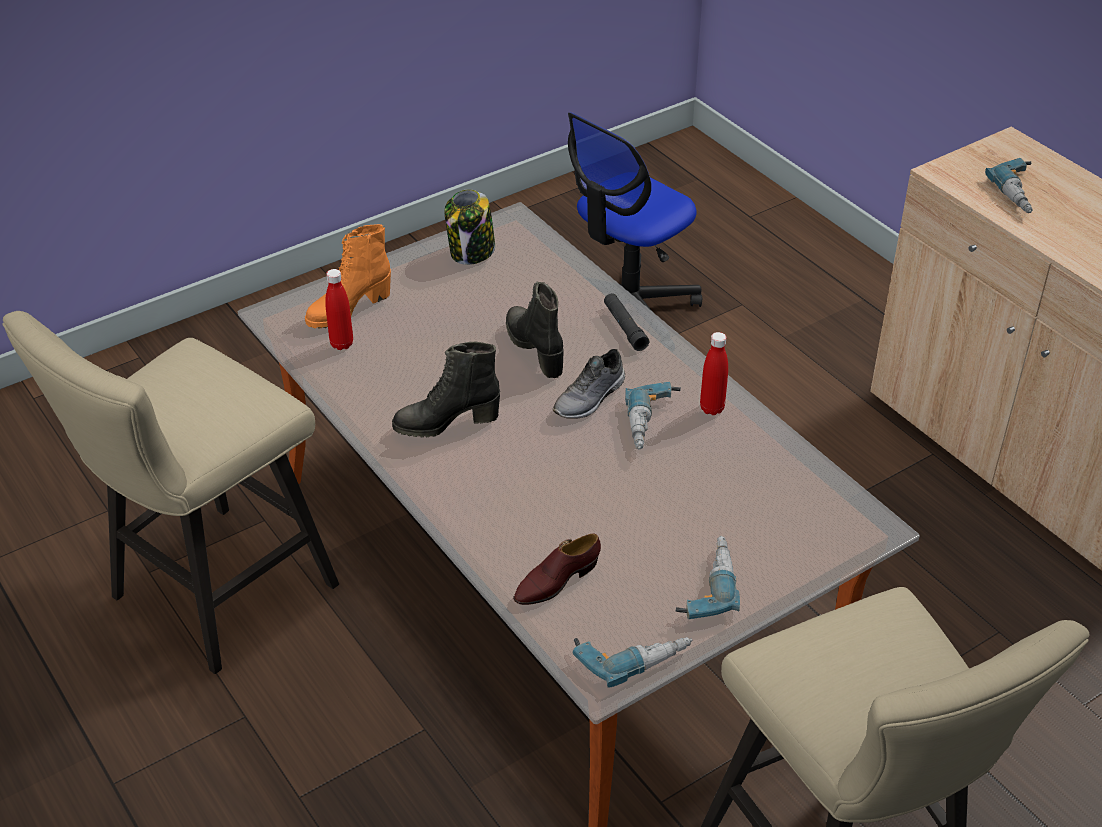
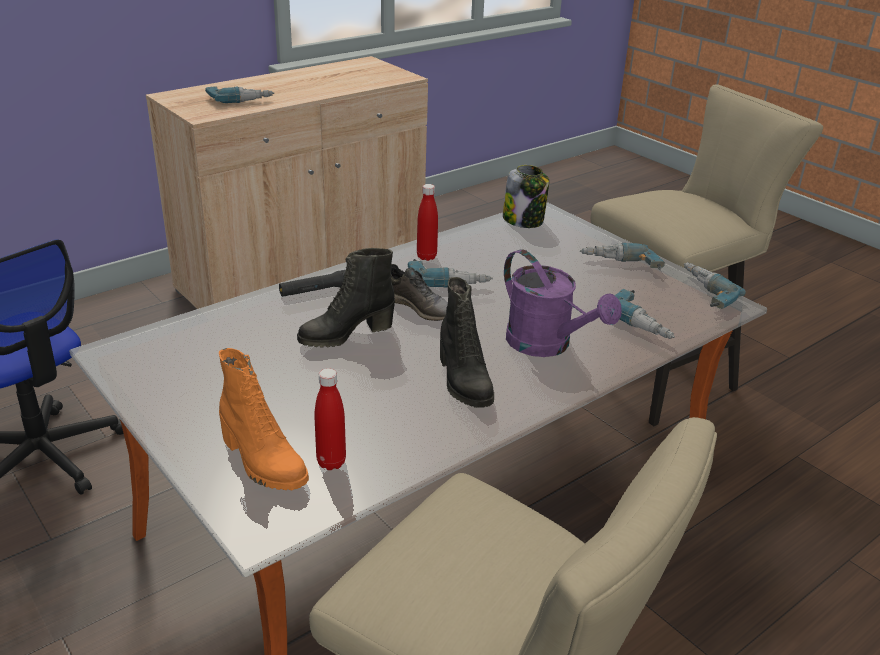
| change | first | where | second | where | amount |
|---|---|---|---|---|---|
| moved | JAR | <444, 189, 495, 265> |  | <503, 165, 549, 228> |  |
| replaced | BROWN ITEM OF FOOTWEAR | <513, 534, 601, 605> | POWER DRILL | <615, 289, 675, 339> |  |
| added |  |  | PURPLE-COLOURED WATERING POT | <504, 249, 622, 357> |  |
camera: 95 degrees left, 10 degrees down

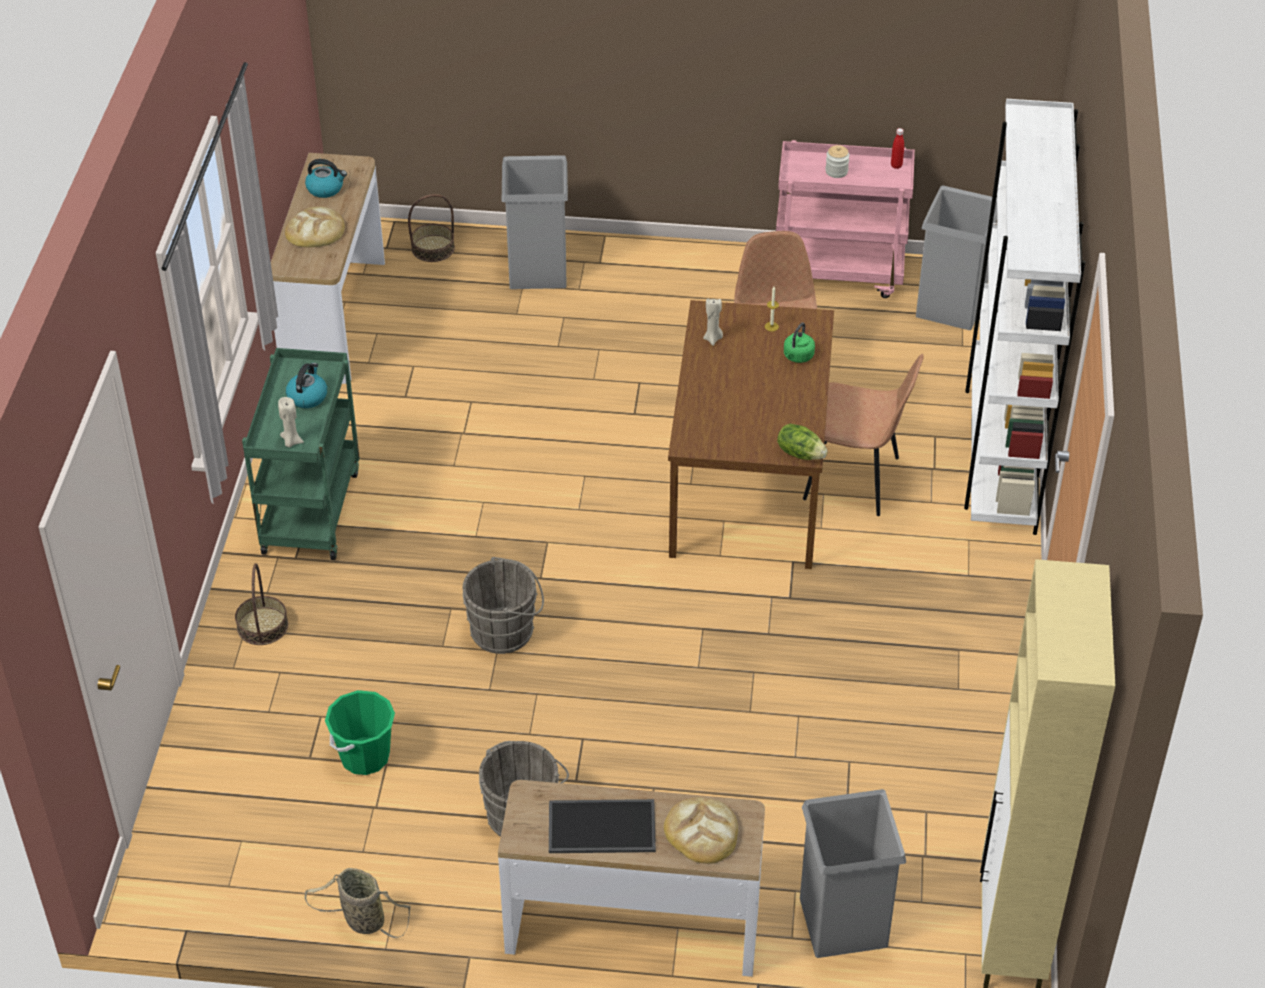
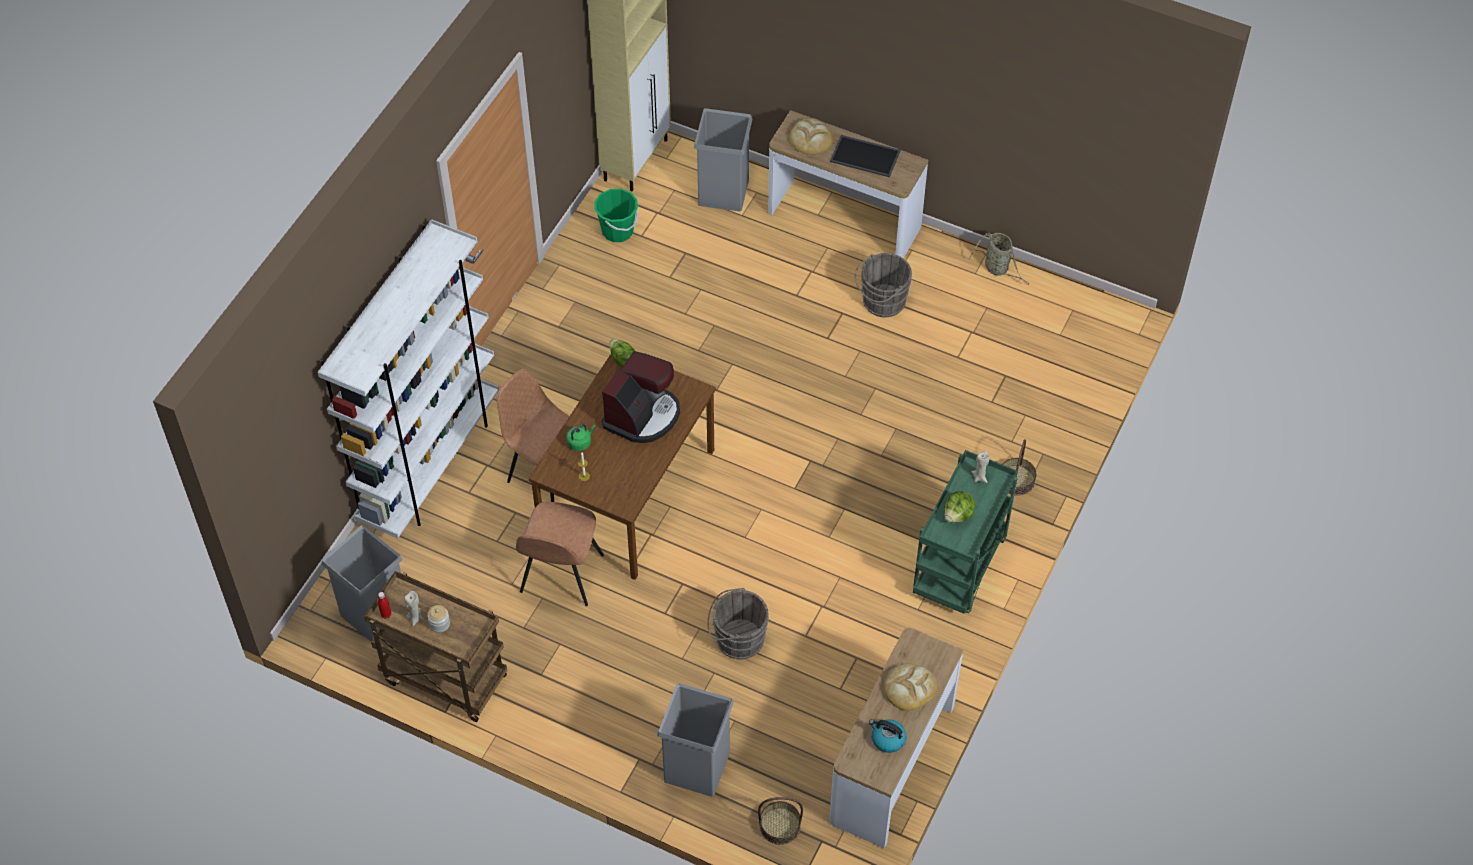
| change | first | where | second | where | amount |
|---|---|---|---|---|---|
| replaced | KETTLE | <286, 363, 327, 408> | LETTUCE | <944, 491, 975, 523> |  |
| moved | GREEN-COLOURED WATER BUCKET | <325, 690, 395, 775> |  | <594, 189, 639, 242> |  |
| moved | GRAY WATER BUCKET | <463, 557, 544, 654> |  | <707, 588, 769, 659> |  |
| moved | BEIGE-COLOURED CANDLE | <703, 299, 723, 346> |  | <405, 591, 423, 626> |  |
| recoloured | PINK-COLOURED TROLLEY | <776, 140, 915, 298> | BROWN TROLLEY | <364, 571, 507, 722> |  |
| added |  |  | COFFEE BREWER | <602, 351, 680, 443> |  |
camera: 160 degrees left, 10 degrees up

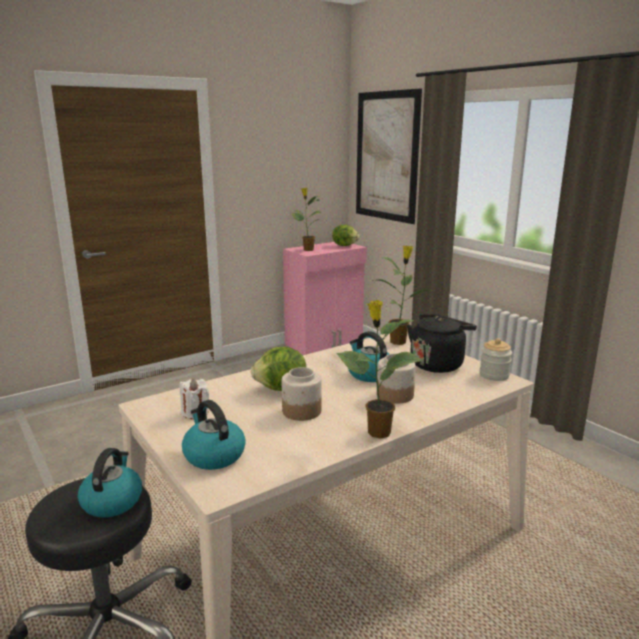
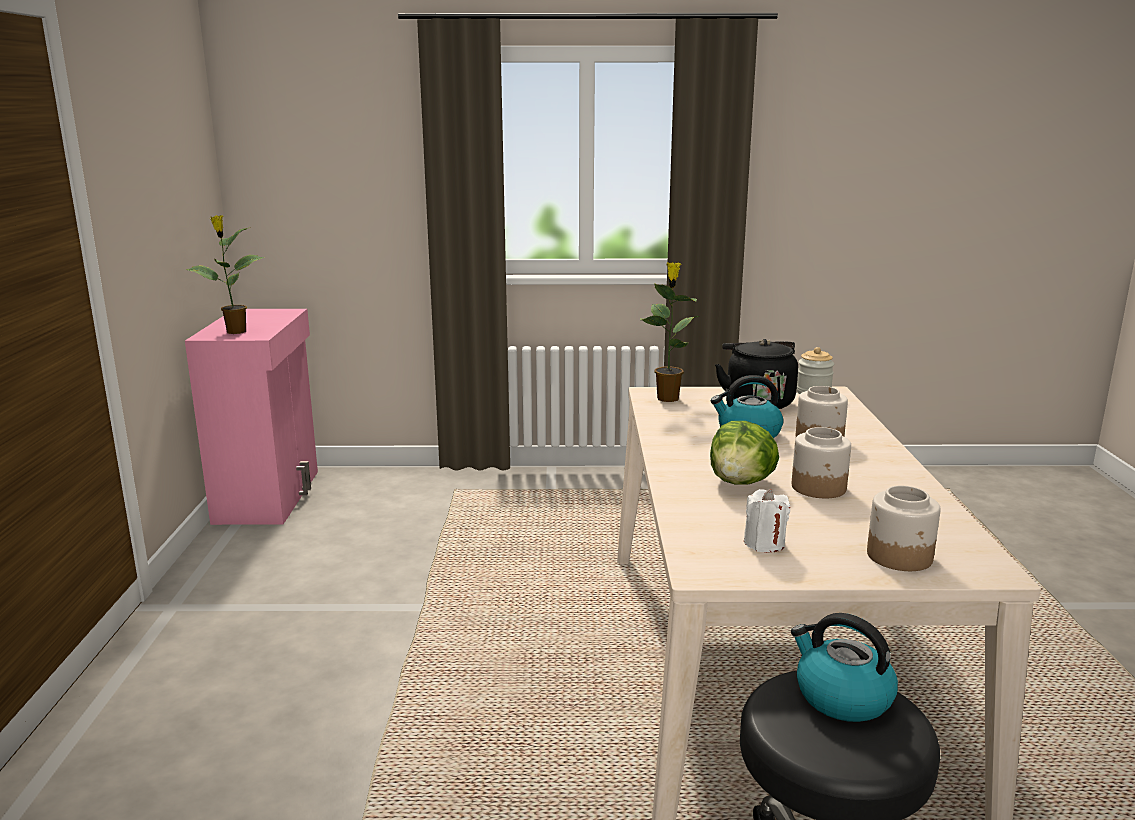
| change | first | where | second | where | amount |
|---|---|---|---|---|---|
| replaced | KETTLE | <182, 400, 246, 470> | JAR | <867, 486, 941, 571> |  |
| removed | LETTUCE | <332, 225, 360, 246> |  |  |  |
| removed | HOUSEPLANT | <336, 300, 423, 439> |  |  |  |
| removed | PICTURE | <356, 88, 422, 224> |  |  |  |
camera: 55 degrees left, 0 degrees up

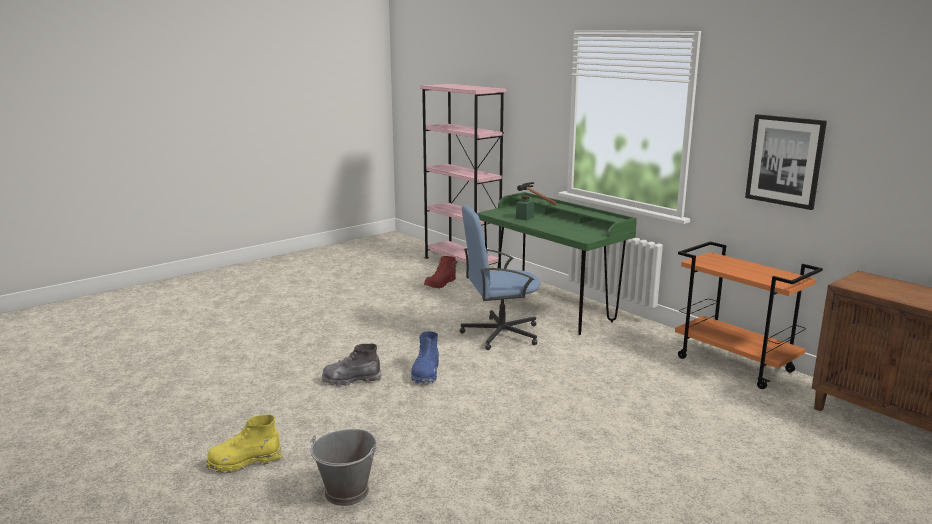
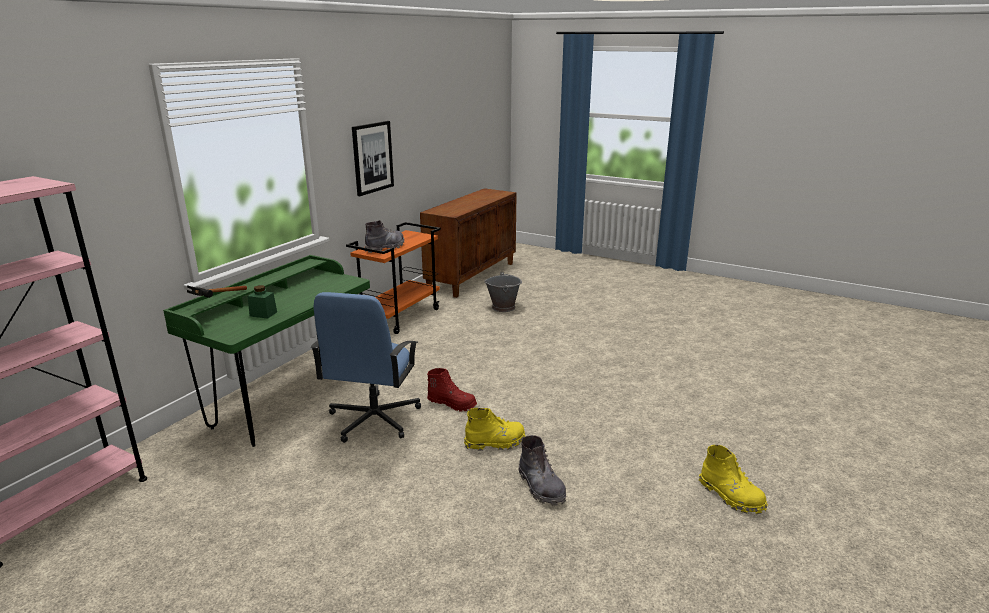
| change | first | where | second | where | amount |
|---|---|---|---|---|---|
| moved | GRAY WATER BUCKET | <310, 429, 377, 506> |  | <484, 272, 522, 312> |  |
| recoloured | BLUE TALL BOOT | <411, 331, 439, 385> | YELLOW-COLOURED TALL BOOT | <464, 408, 525, 451> |  |
| moved | REDDISH TALL BOOT | <424, 256, 457, 289> |  | <427, 368, 477, 412> |  |
| turned | BLUE COMPUTER CHAIR | <460, 205, 540, 350> |  | <311, 292, 421, 443> | 45 degrees clockwise |
| added |  |  | GRAY TALL BOOT | <365, 220, 404, 253> |  |
camera: 110 degrees left, 5 degrees up

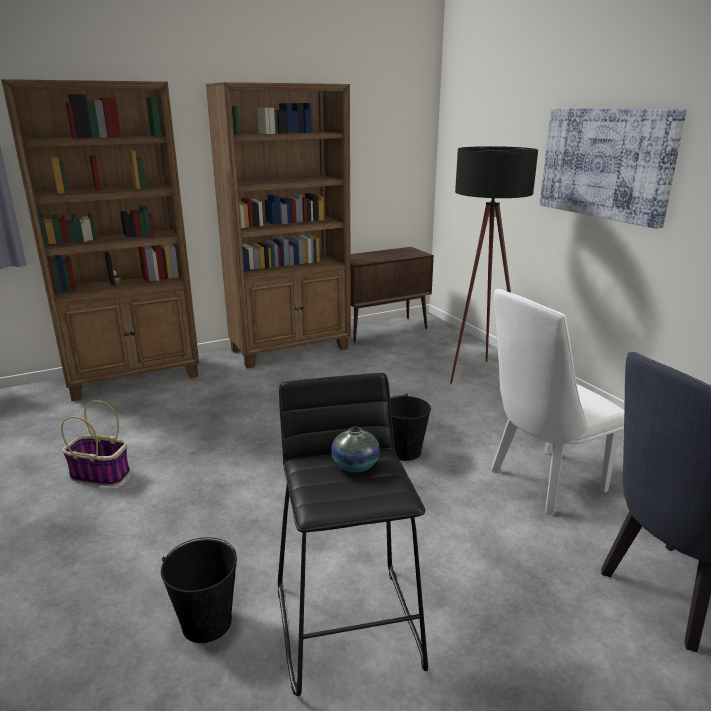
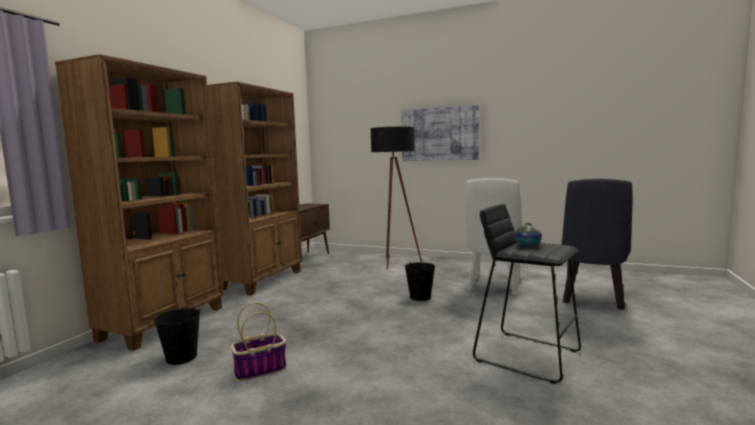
| change | first | where | second | where | amount |
|---|---|---|---|---|---|
| moved | BLACK-COLOURED WATER BUCKET | <161, 537, 237, 643> |  | <153, 307, 200, 365> |  |
camera: 40 degrees left, 15 degrees down

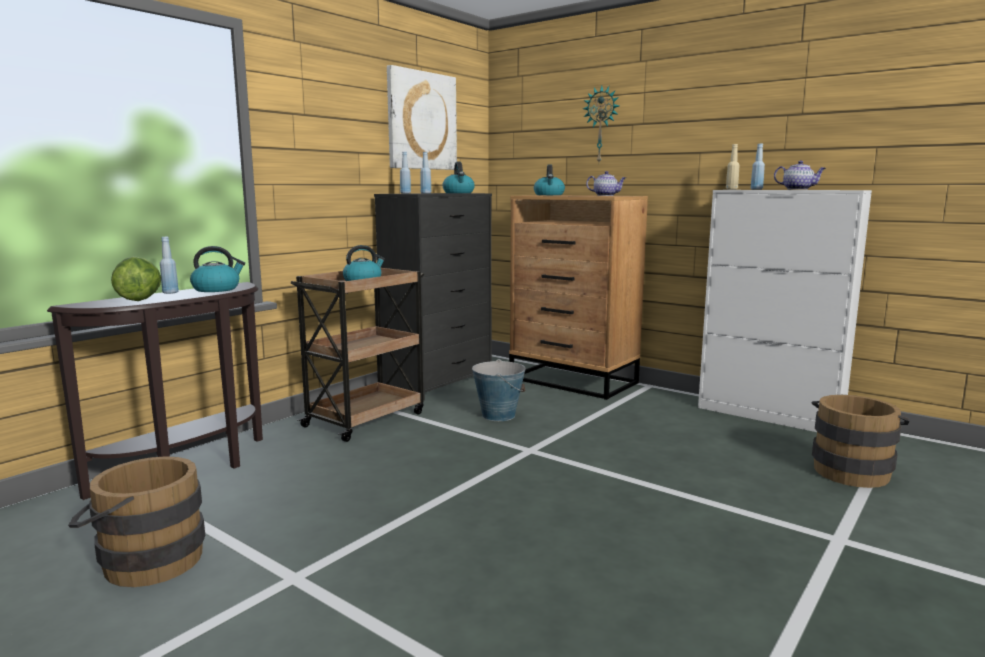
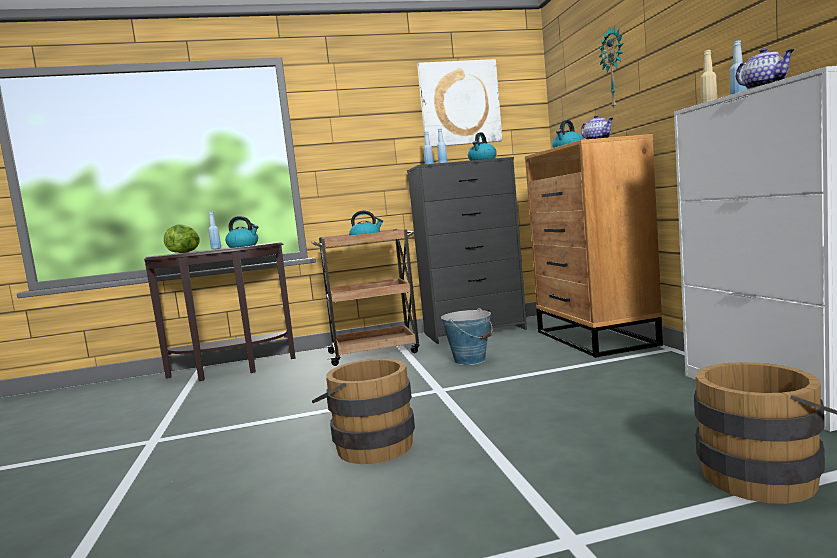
| change | first | where | second | where | amount |
|---|---|---|---|---|---|
| moved | BROWN WATER BUCKET | <68, 456, 205, 587> |  | <312, 359, 415, 464> |  |
camera: 40 degrees right, 5 degrees down

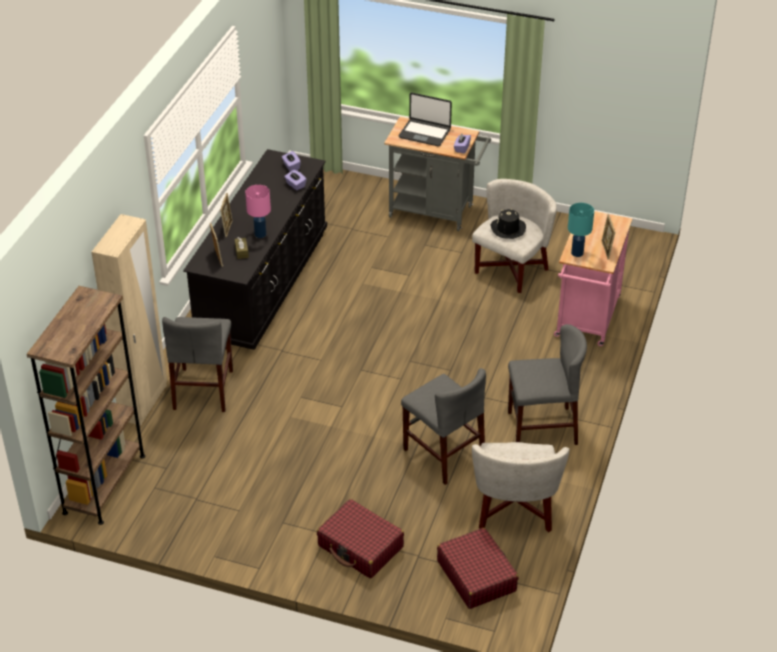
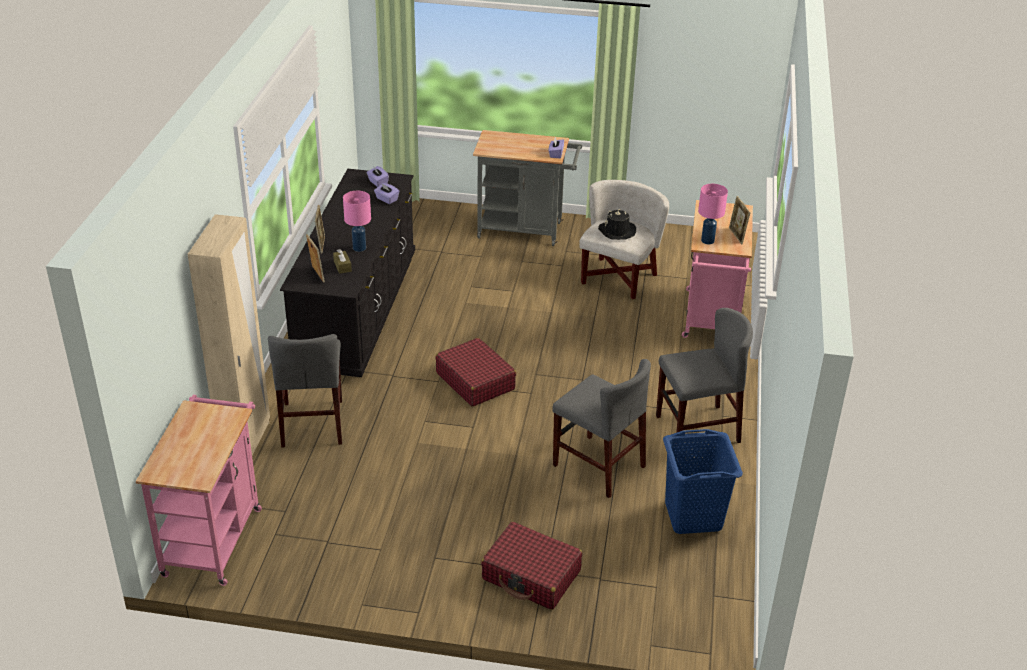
| change | first | where | second | where | amount |
|---|---|---|---|---|---|
| replaced | BROWN SHELVING UNIT | <27, 286, 145, 525> | PINK-COLOURED TROLLEY | <136, 395, 262, 586> |  |
| removed | PORTABLE COMPUTER | <398, 93, 452, 146> |  |  |  |
| moved | REDDISH PIECE OF LUGGAGE | <437, 528, 519, 609> |  | <435, 338, 516, 407> |  |
| replaced | WHITE LOUNGE CHAIR | <472, 442, 569, 532> | BLUE HAMPER | <663, 429, 743, 534> |  |
| recoloured | TURQUOISE-COLOURED LAMP FOR A TABLE | <568, 203, 594, 257> | PINK-COLOURED LAMP FOR A TABLE | <698, 184, 728, 244> |  |
camera: 10 degrees left, 5 degrees down

